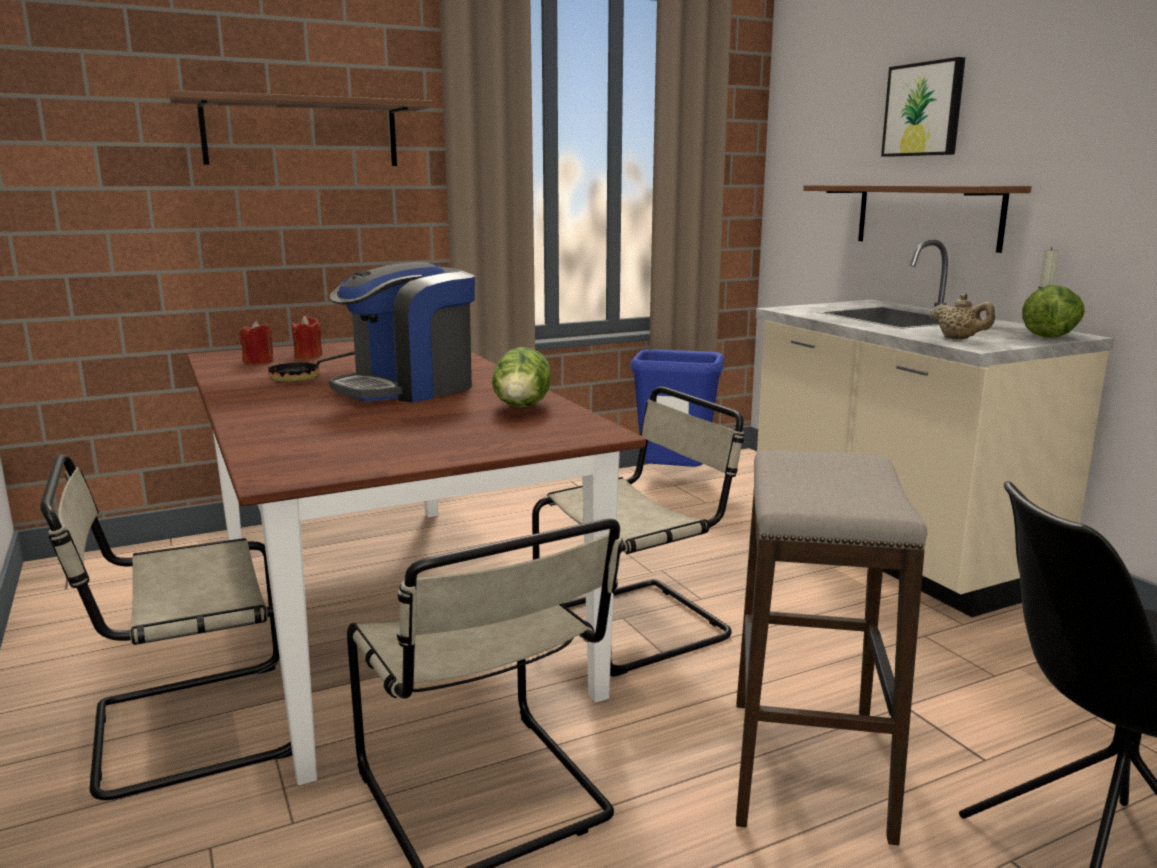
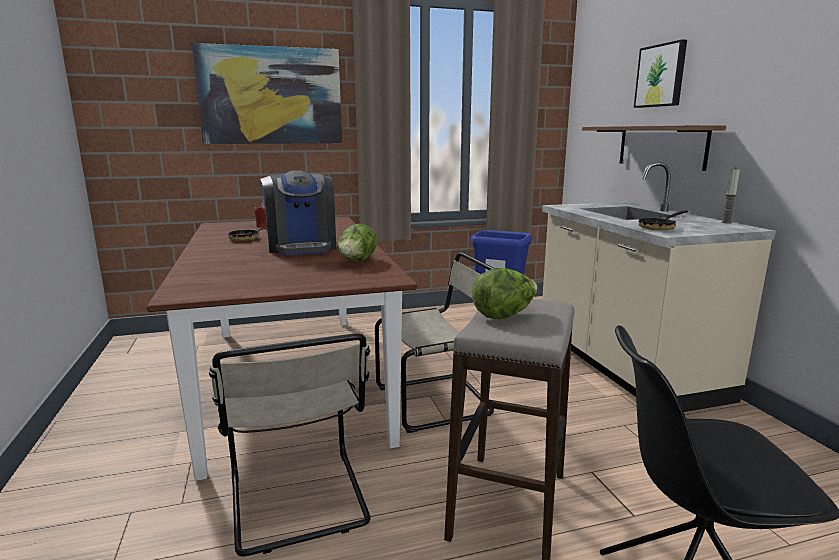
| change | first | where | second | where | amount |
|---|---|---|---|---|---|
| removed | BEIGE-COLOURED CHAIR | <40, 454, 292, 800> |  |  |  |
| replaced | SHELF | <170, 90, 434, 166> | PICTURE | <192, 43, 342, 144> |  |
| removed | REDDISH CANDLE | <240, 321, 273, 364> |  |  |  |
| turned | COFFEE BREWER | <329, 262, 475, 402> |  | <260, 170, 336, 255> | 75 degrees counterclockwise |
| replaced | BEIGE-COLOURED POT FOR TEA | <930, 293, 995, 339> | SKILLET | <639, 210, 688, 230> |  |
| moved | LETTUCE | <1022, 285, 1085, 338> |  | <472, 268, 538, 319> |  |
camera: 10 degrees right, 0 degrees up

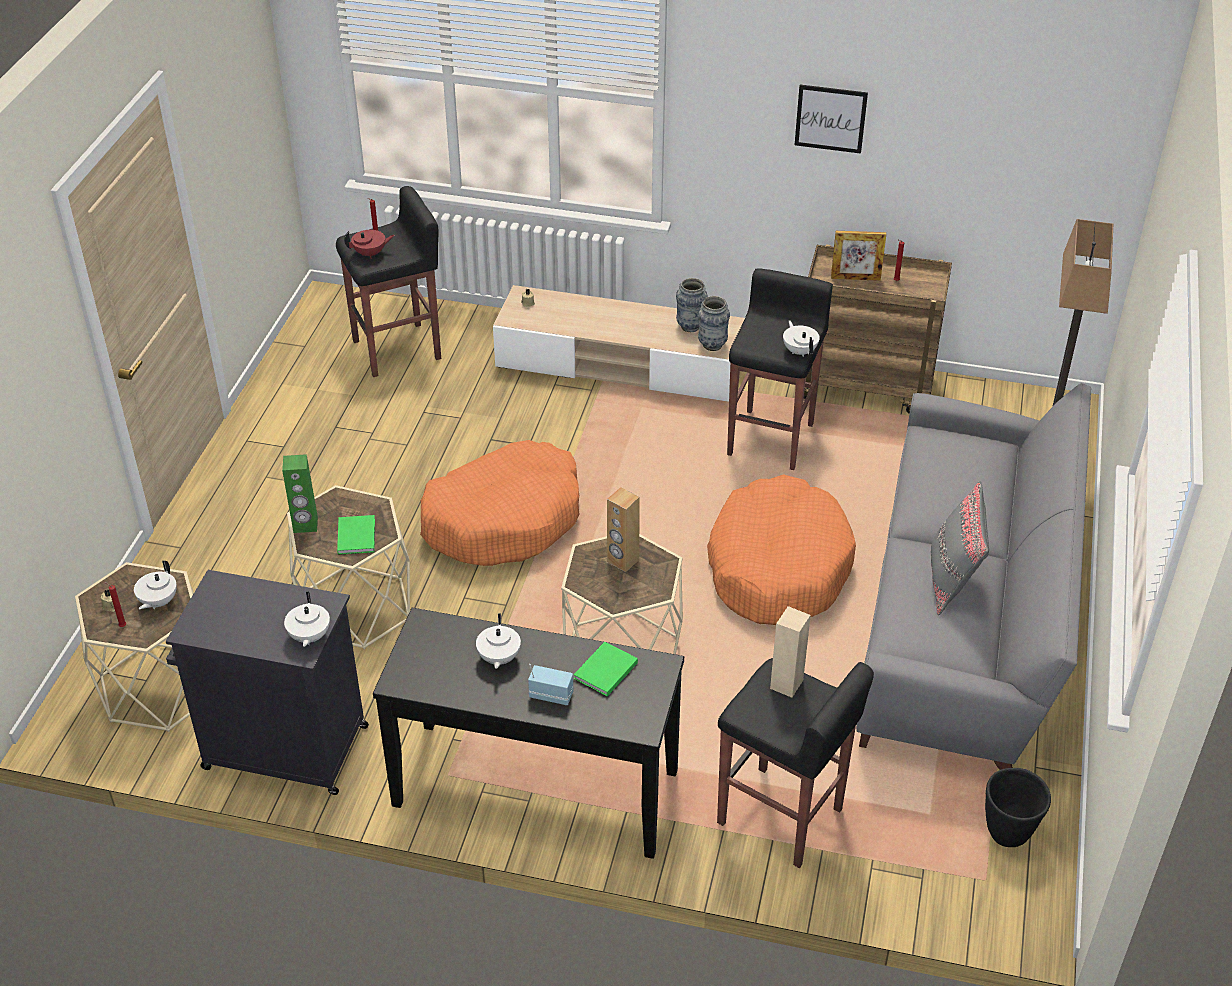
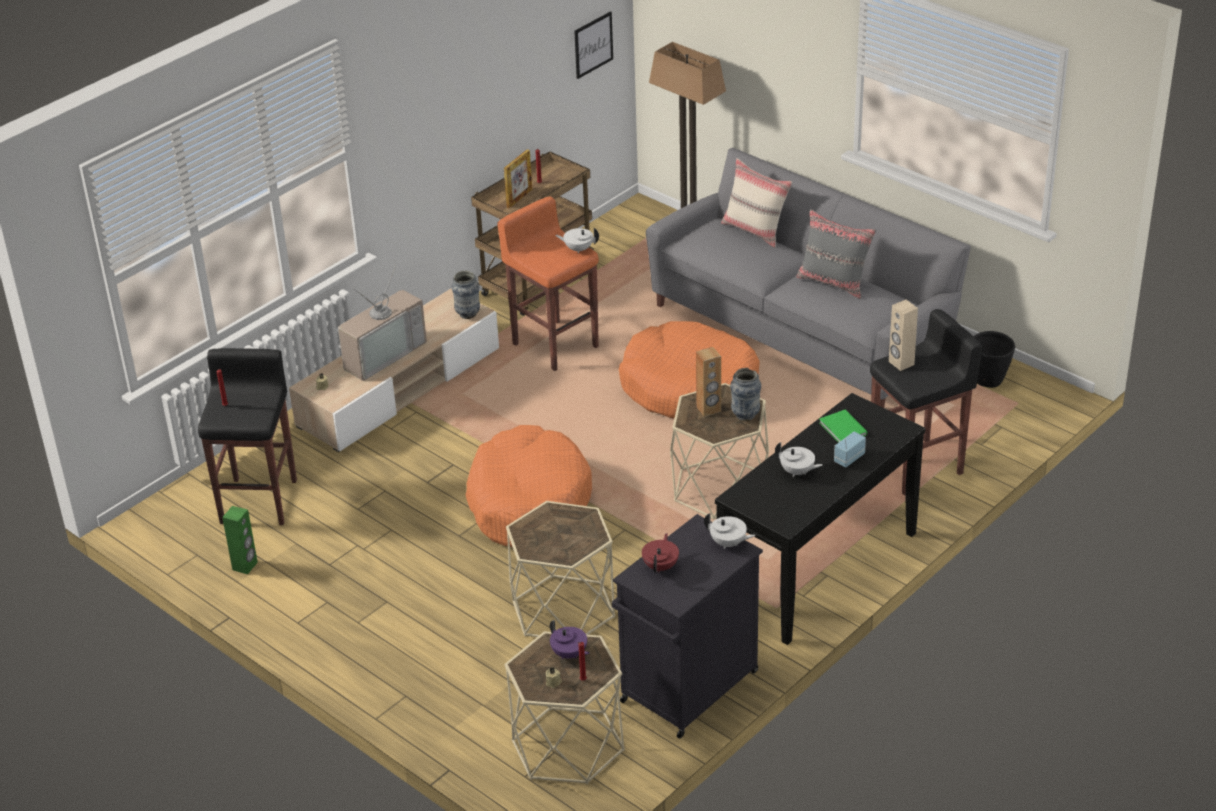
| change | first | where | second | where | amount |
|---|---|---|---|---|---|
| recoloured | WHITE POT FOR TEA | <134, 560, 177, 609> | PURPLE-COLOURED POT FOR TEA | <550, 620, 590, 659> |  |
| moved | GREEN-COLOURED SPEAKER | <282, 454, 318, 533> |  | <222, 506, 258, 574> |  |
| removed | GREEN-COLOURED VOLUME | <337, 515, 375, 555> |  |  |  |
| moved | REDDISH POT FOR TEA | <344, 230, 395, 258> |  | <642, 533, 679, 573> |  |
| moved | DECORATIVE VASE | <676, 278, 708, 332> |  | <730, 368, 761, 421> |  |
| recoloured | BLACK-COLOURED STOOL SEAT | <727, 268, 833, 470> | ORANGEY STOOL SEAT | <497, 197, 599, 371> |  |
| moved | PICTURE | <795, 85, 868, 154> |  | <574, 11, 613, 79> |  |
| added |  |  | TV SET | <338, 266, 427, 381> |  |
| added |  |  | BEIGE-COLOURED CUSHION | <721, 158, 792, 247> |  |
camera: 60 degrees left, 5 degrees down

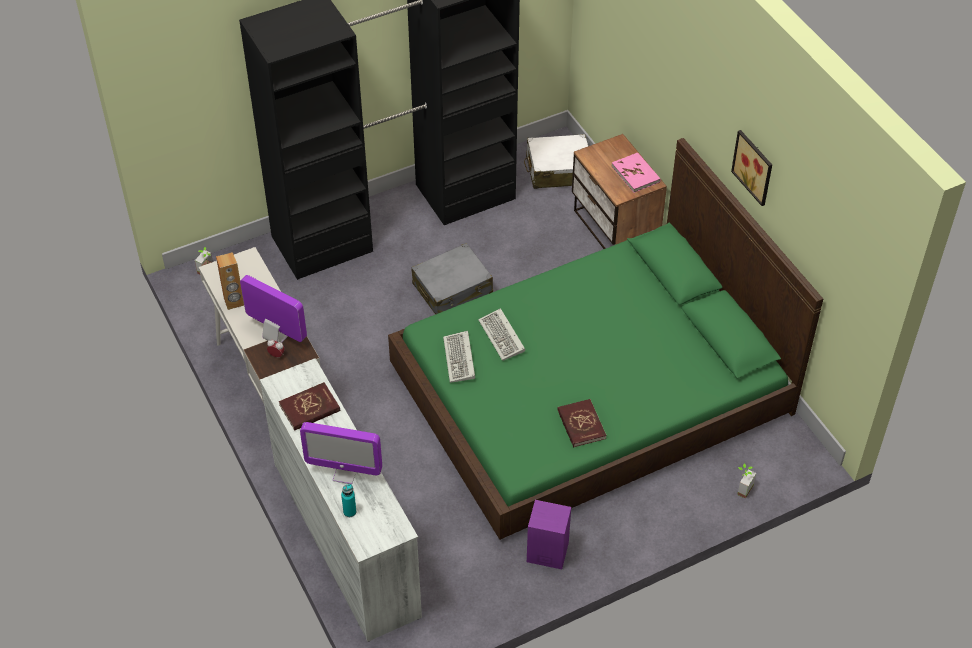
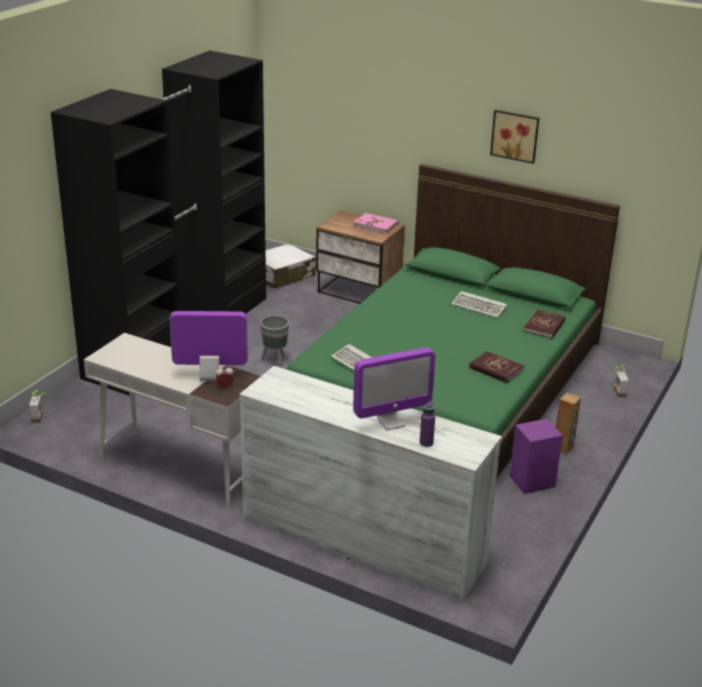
| change | first | where | second | where | amount |
|---|---|---|---|---|---|
| moved | BROWN SPEAKER | <216, 252, 244, 310> |  | <556, 393, 581, 455> |  |
| moved | REDDISH VOLUME | <279, 382, 340, 431> |  | <523, 310, 566, 338> |  |
| recoloured | TURQUOISE-COLOURED DRINK BOTTLE | <341, 484, 356, 517> | PURPLE-COLOURED DRINK BOTTLE | <419, 401, 435, 447> |  |
| replaced | GRAY PIECE OF LUGGAGE | <411, 243, 493, 315> | GRAY PLANTER | <260, 316, 289, 367> |  |
| moved | COMPUTER KEYBOARD | <478, 308, 525, 361> |  | <451, 291, 507, 318> |  |
camera: 35 degrees left, 20 degrees down

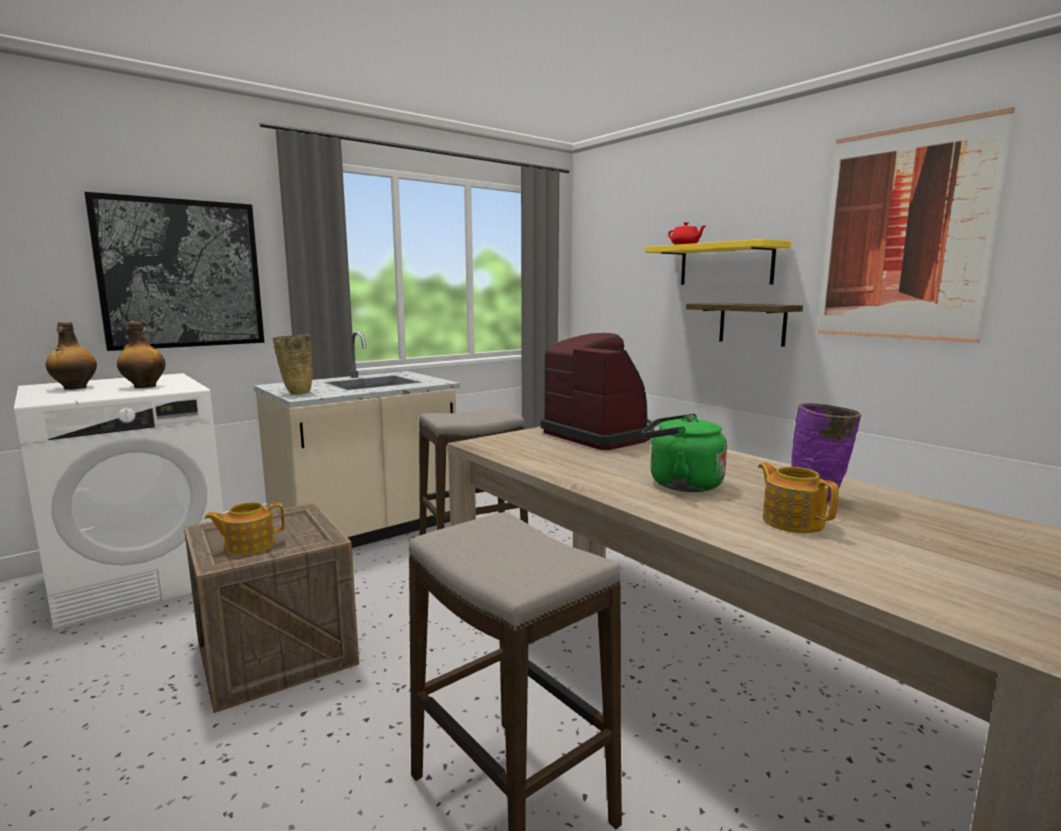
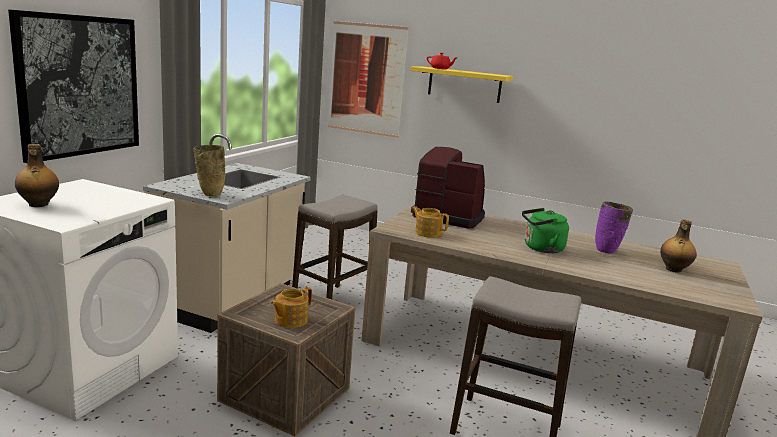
| change | first | where | second | where | amount |
|---|---|---|---|---|---|
| moved | DRINK BOTTLE | <117, 321, 166, 388> |  | <660, 219, 697, 273> |  |
| removed | SHELF | <686, 303, 803, 347> |  |  |  |
| moved | POT FOR TEA | <758, 462, 839, 533> |  | <411, 206, 449, 238> |  |
| moved | PICTURE | <817, 107, 1015, 343> |  | <328, 21, 409, 138> |  |
camera: 30 degrees left, 5 degrees up

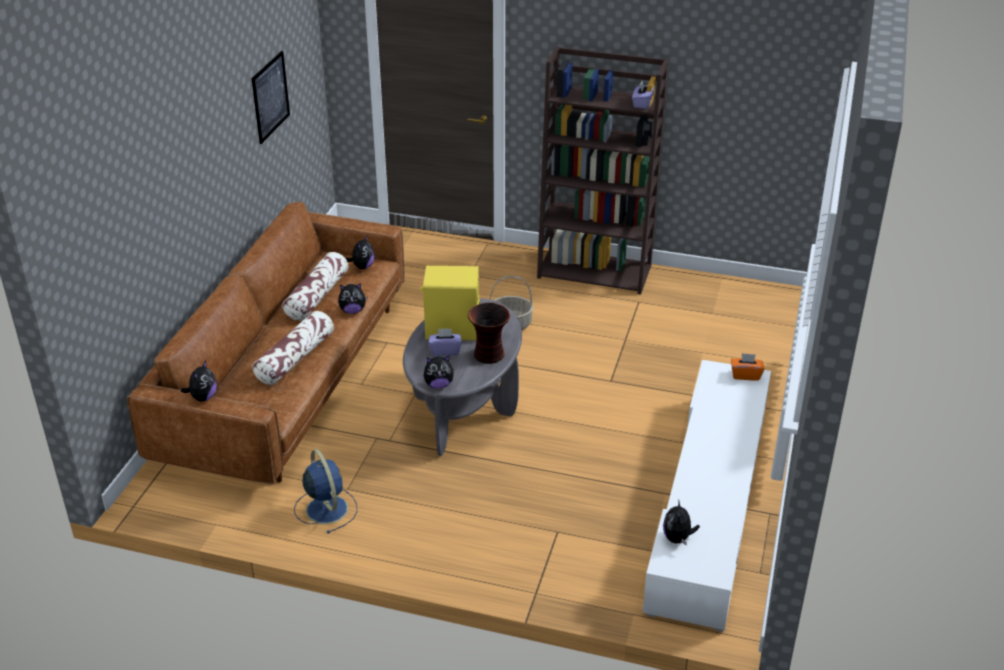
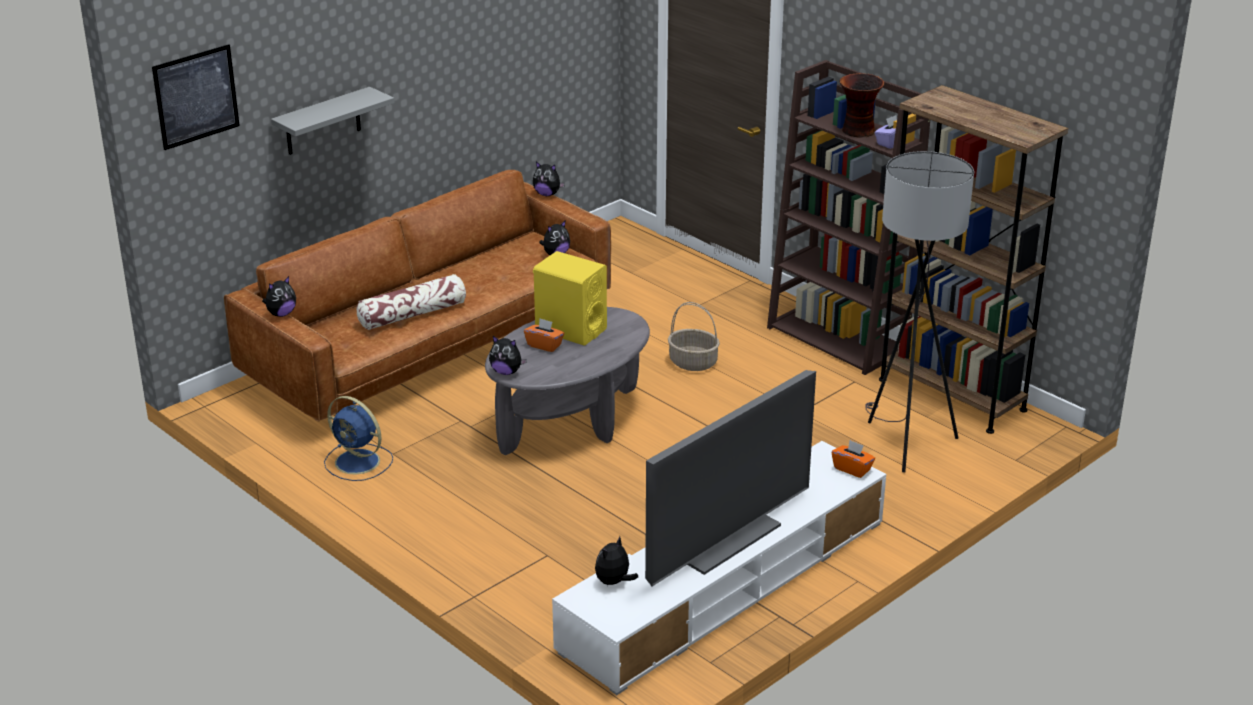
| change | first | where | second | where | amount |
|---|---|---|---|---|---|
| moved | PICTURE | <251, 51, 290, 144> |  | <152, 44, 240, 150> |  |
| removed | CUSHION | <283, 252, 349, 321> |  |  |  |
| turned | BLUE ELECTRIC FAN | <294, 449, 357, 533> |  | <324, 396, 393, 481> | 120 degrees clockwise |
| moved | CUDDLY TOY | <338, 283, 368, 314> |  | <533, 162, 565, 196> |  |
| recoloured | PURPLE-COLOURED TISSUE HOLDER | <429, 329, 462, 356> | ORANGEY TISSUE HOLDER | <524, 318, 564, 352> |  |
| moved | DECORATIVE VASE | <468, 302, 510, 364> |  | <840, 73, 884, 138> |  |
| added |  |  | GRAY SHELF | <271, 87, 395, 155> |  |
| added |  |  | TV SET | <645, 370, 816, 586> |  |
| added |  |  | GRAY FLOOR LAMP | <865, 151, 974, 472> |  |
| added |  |  | BROWN SHELVING UNIT | <879, 85, 1068, 434> |  |
camera: 30 degrees right, 5 degrees down

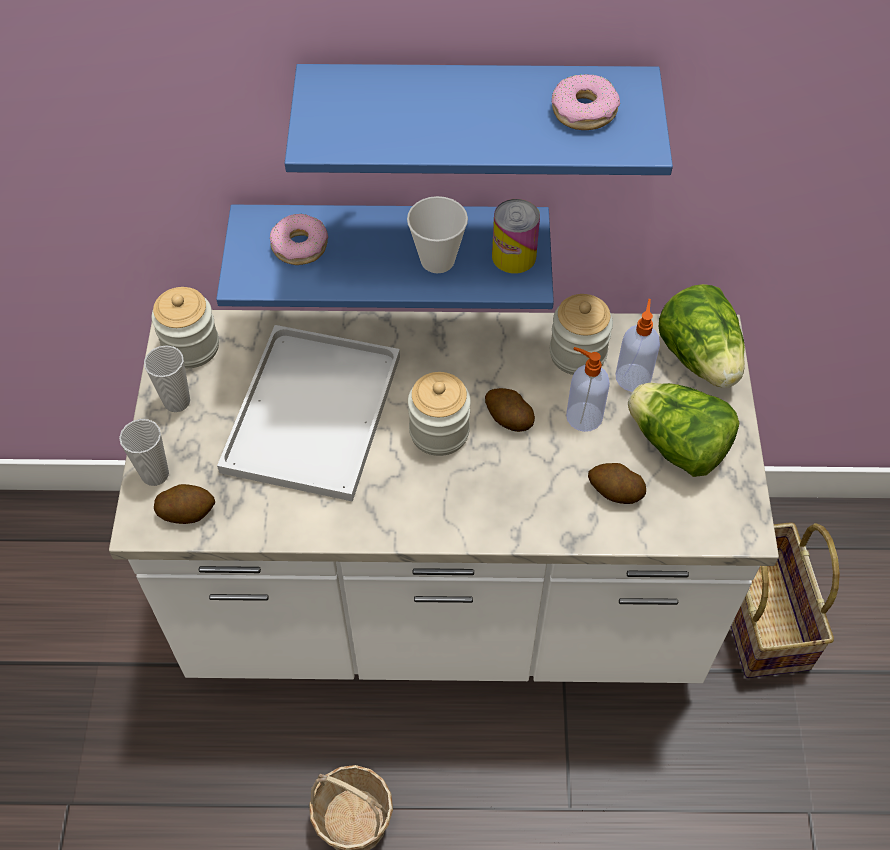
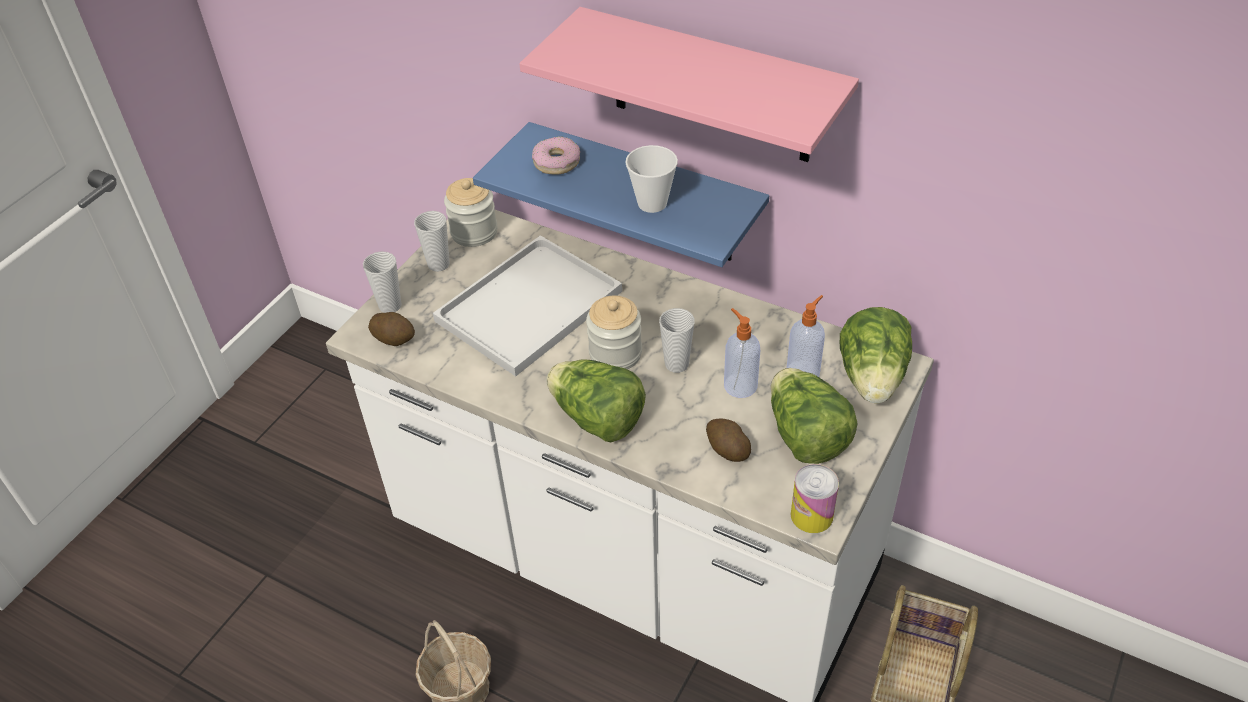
| change | first | where | second | where | amount |
|---|---|---|---|---|---|
| recoloured | BLUE SHELF | <285, 64, 673, 175> | PINK-COLOURED SHELF | <519, 7, 859, 162> |  |
| replaced | SPUD | <485, 388, 535, 432> | SMALL CUP | <659, 308, 695, 373> |  |
| moved | SEALED CAN | <492, 199, 540, 274> |  | <791, 464, 839, 533> |  |
| removed | JAR | <550, 294, 613, 375> |  |  |  |
| removed | DOUGHNUT | <552, 74, 620, 130> |  |  |  |
| added |  |  | LETTUCE | <546, 360, 646, 443> |  |
camera: 30 degrees right, 10 degrees down

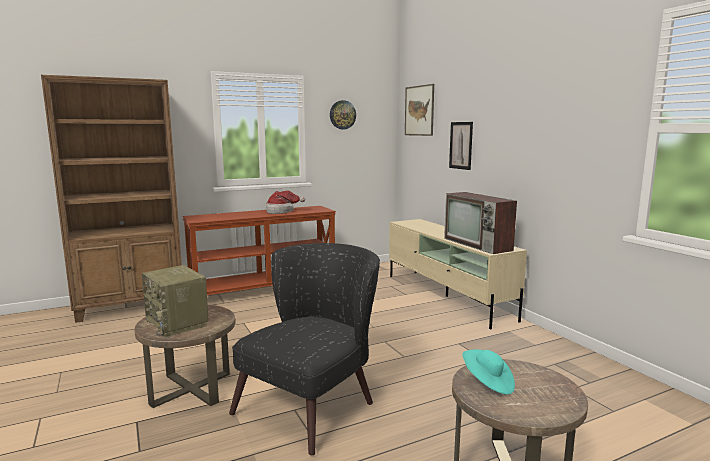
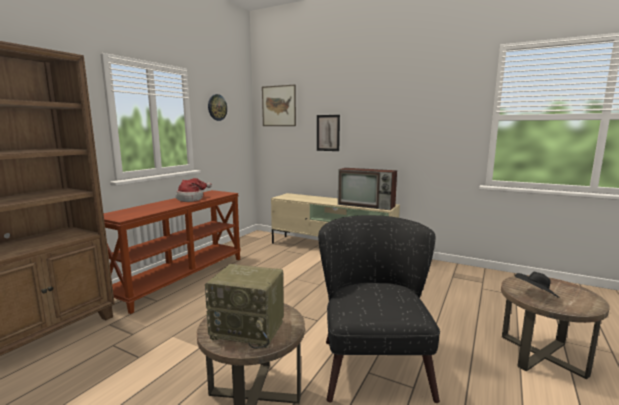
| change | first | where | second | where | amount |
|---|---|---|---|---|---|
| recoloured | TURQUOISE-COLOURED WEARABLE HAT | <462, 349, 515, 395> | BLACK-COLOURED WEARABLE HAT | <515, 272, 561, 299> |  |
camera: 35 degrees left, 0 degrees up

